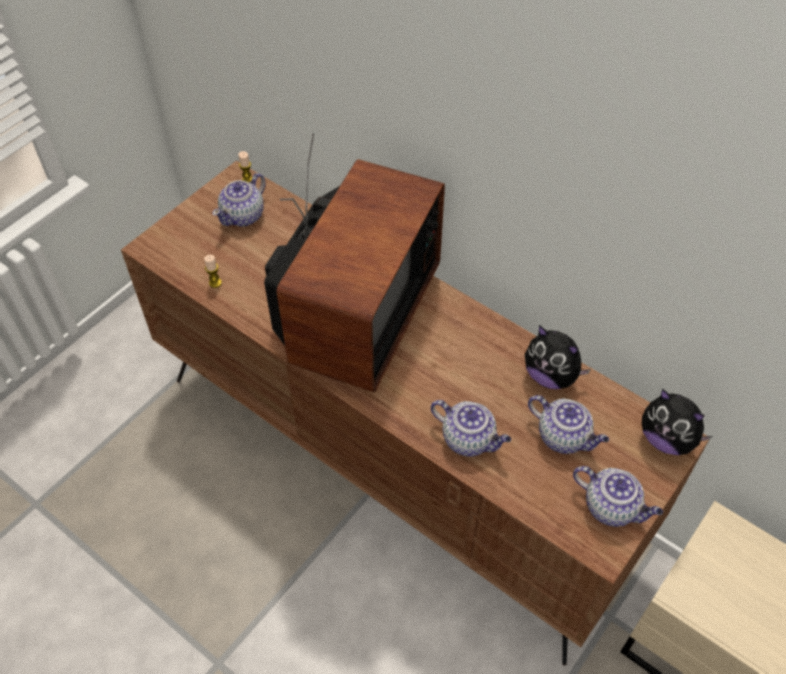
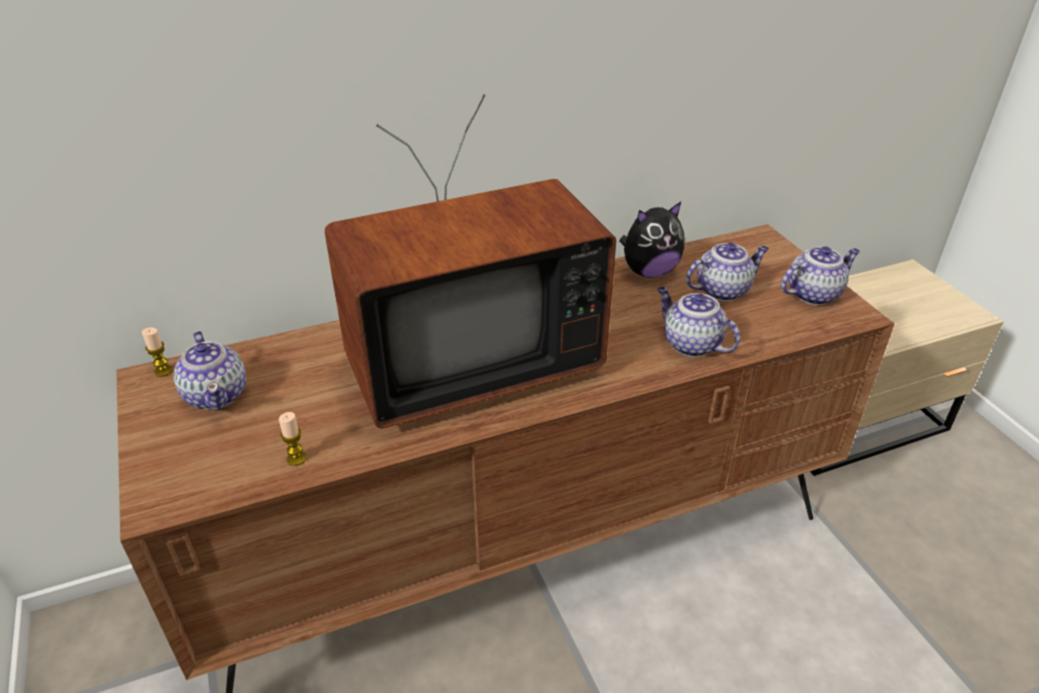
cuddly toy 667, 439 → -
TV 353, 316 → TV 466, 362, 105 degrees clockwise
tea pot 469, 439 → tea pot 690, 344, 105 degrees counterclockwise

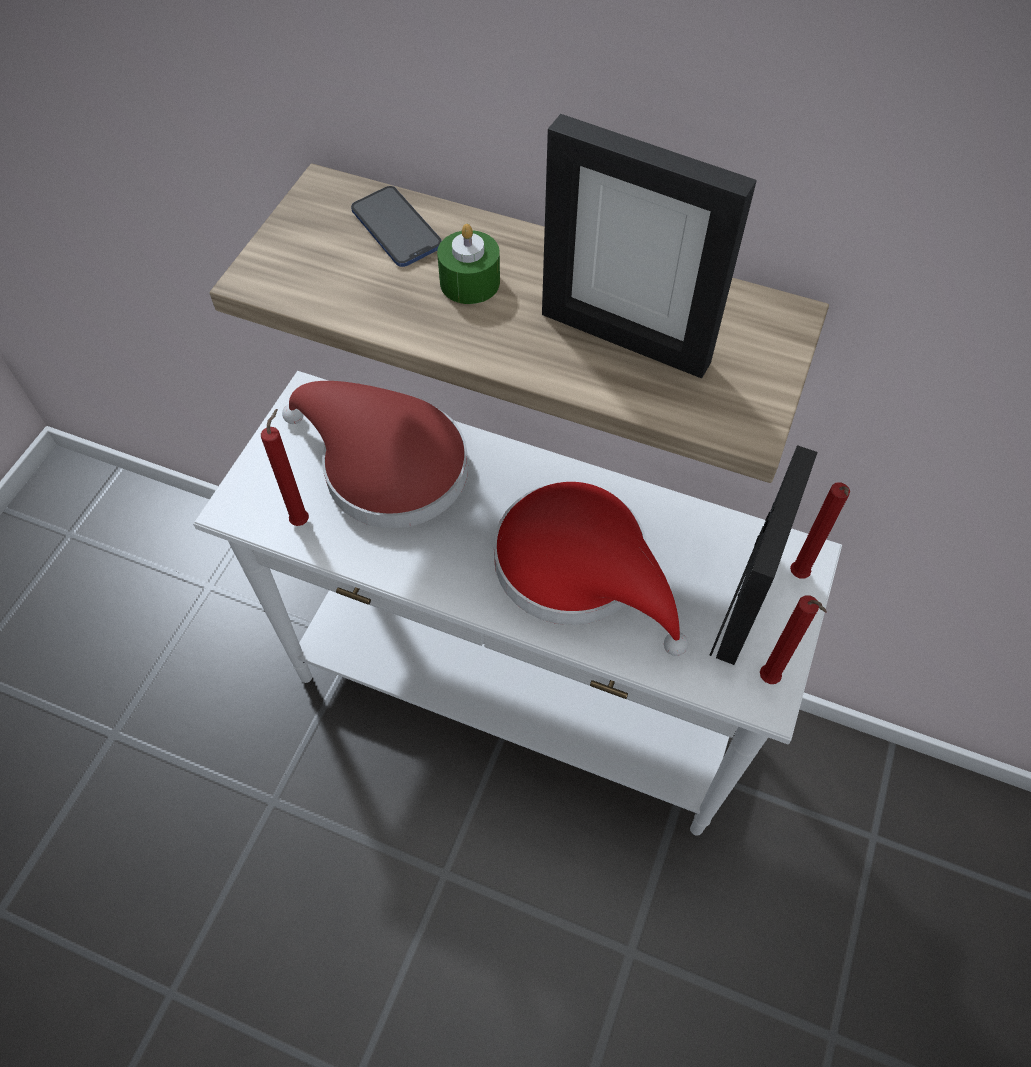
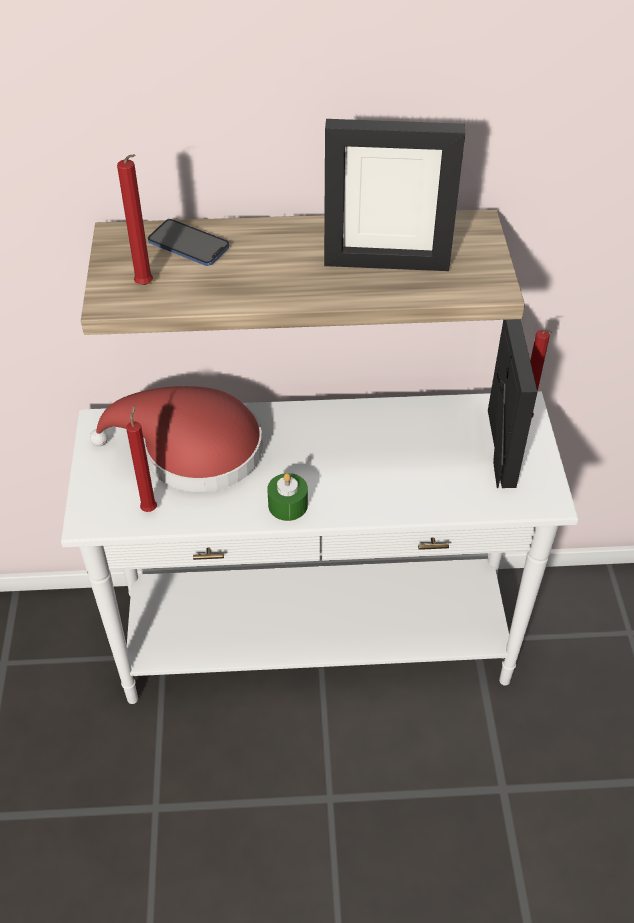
red wearable hat 581, 570 → -
green wax candle 470, 282 → green wax candle 288, 505, moved
red wax candle 770, 681 → red wax candle 146, 286, moved

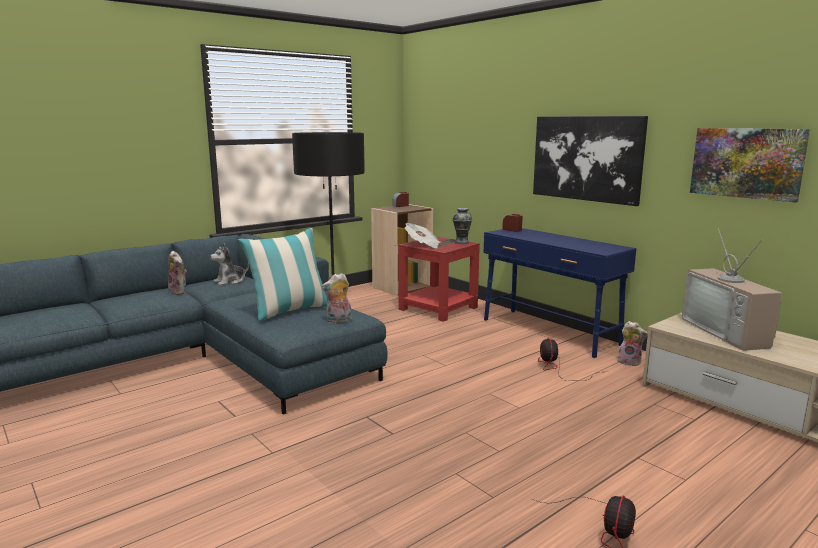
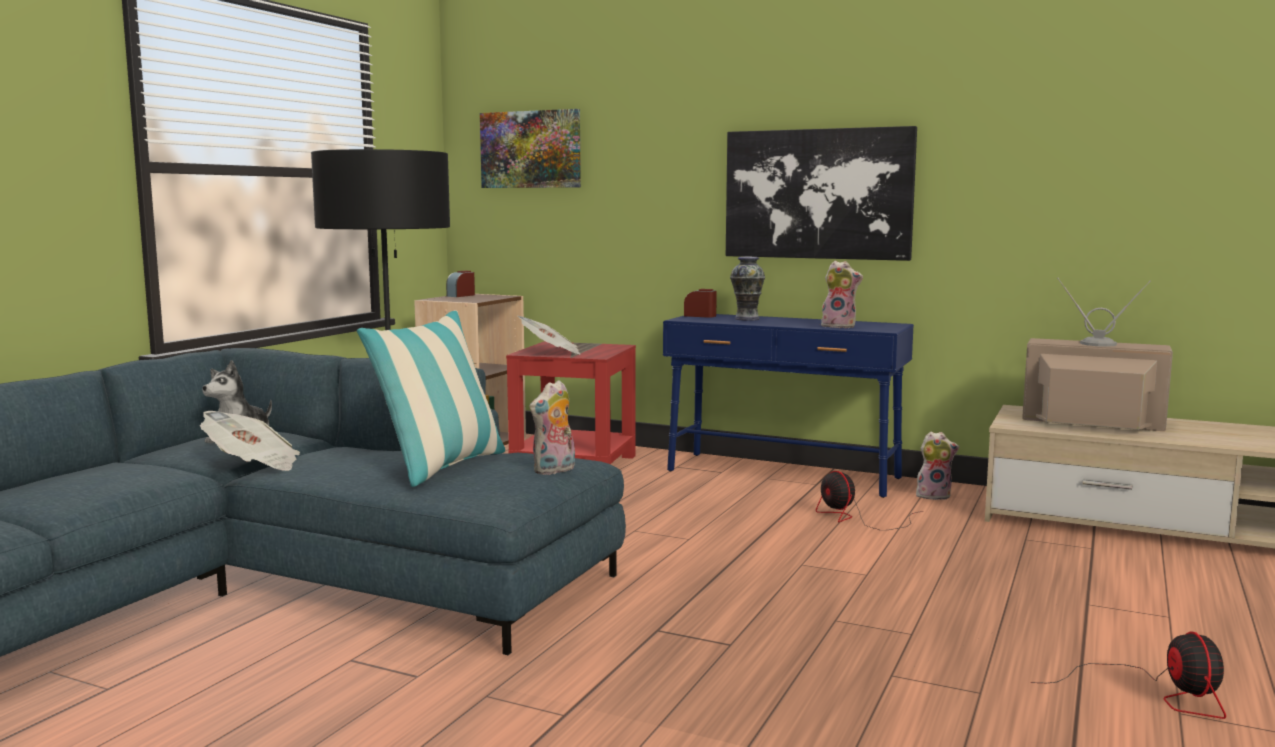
- → newspaper 253, 465
cuddly toy 179, 292 → cuddly toy 839, 326, moved
flower vase 461, 242 → flower vase 747, 319, moved
wall art 746, 163 → wall art 531, 149, moved
TV 730, 332 → TV 1090, 423, 150 degrees clockwise

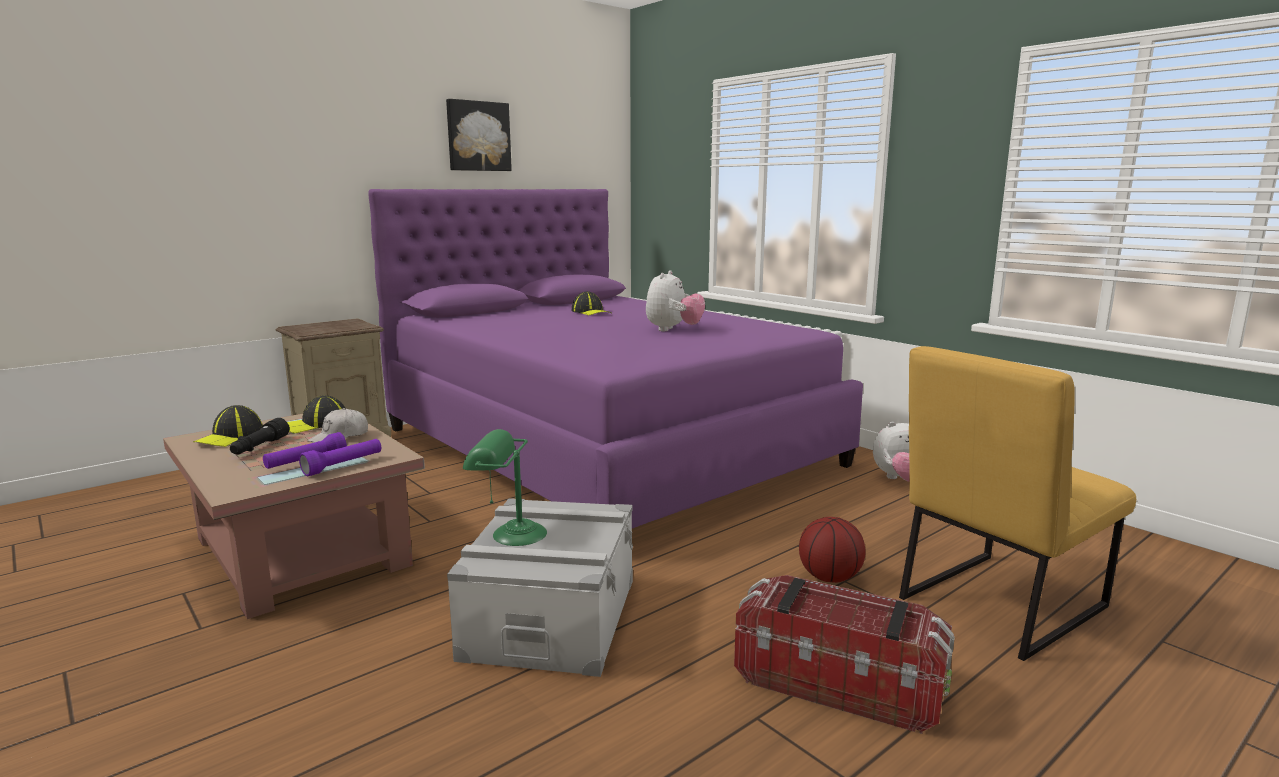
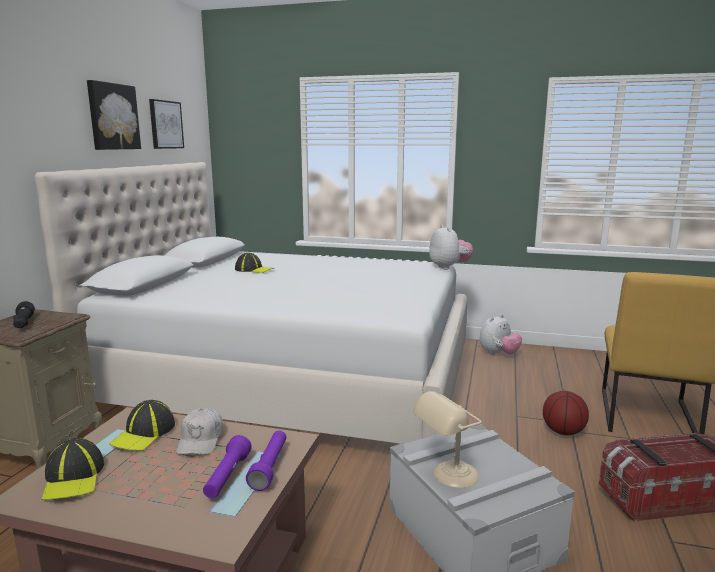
- → wall art 165, 124
black-coloured hand torch 259, 447 → black-coloured hand torch 23, 323, moved
cuddly toy 673, 330 → cuddly toy 449, 267, moved
purple bedroom bed 606, 446 → whitish bedroom bed 291, 378
green lamp for a table 508, 533 → beige-coloured lamp for a table 448, 477

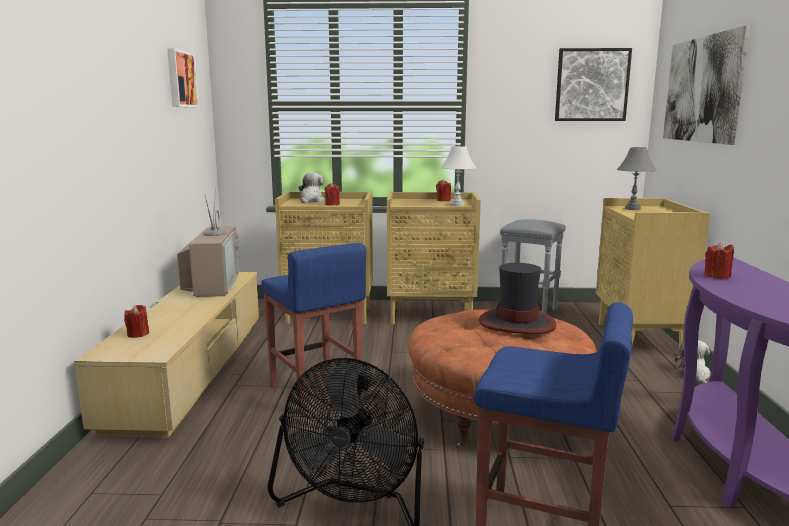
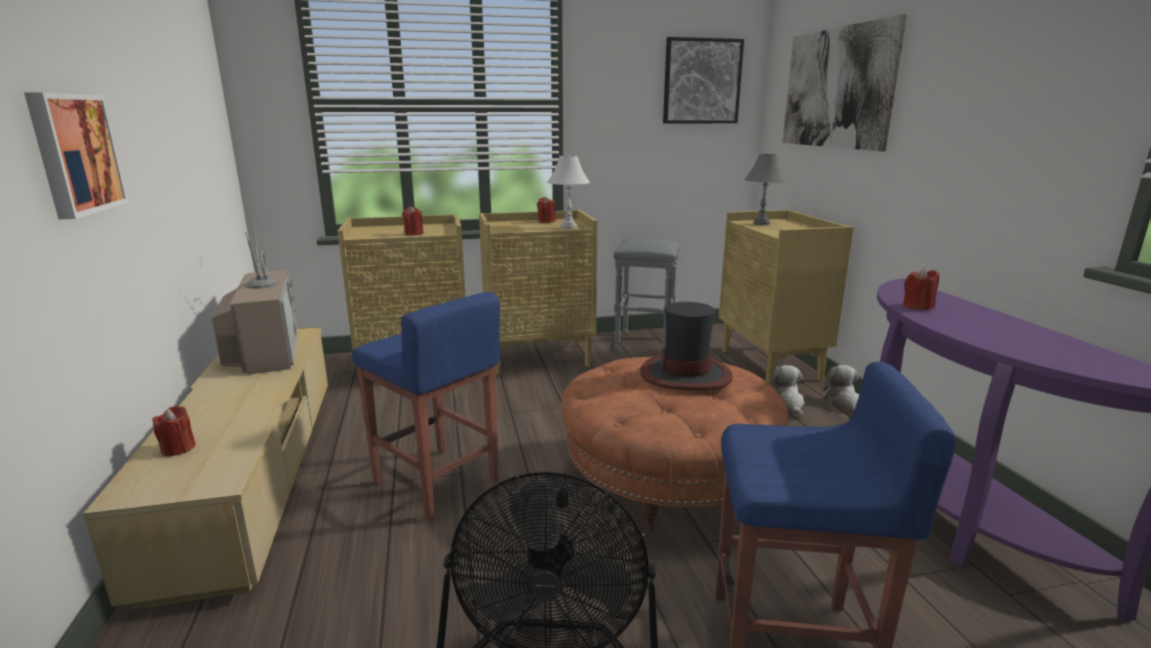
wall art 180, 79 → wall art 74, 154, moved
cuddly toy 311, 201 → cuddly toy 787, 404, moved

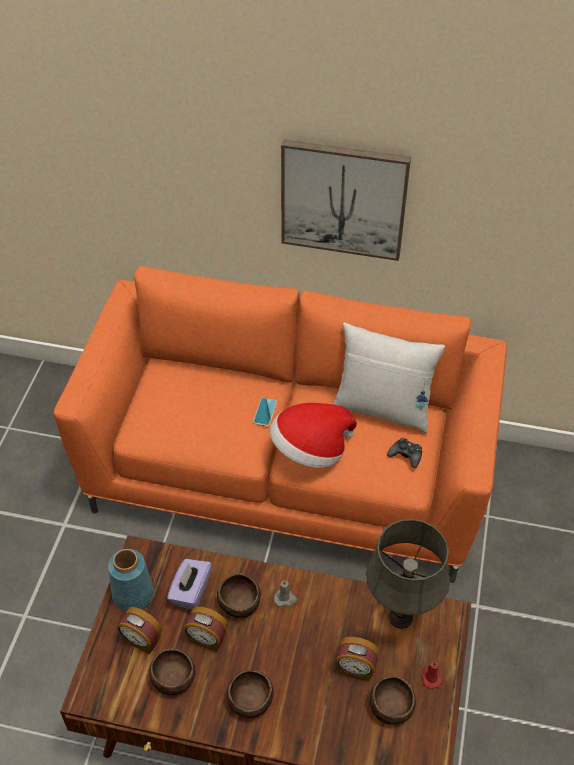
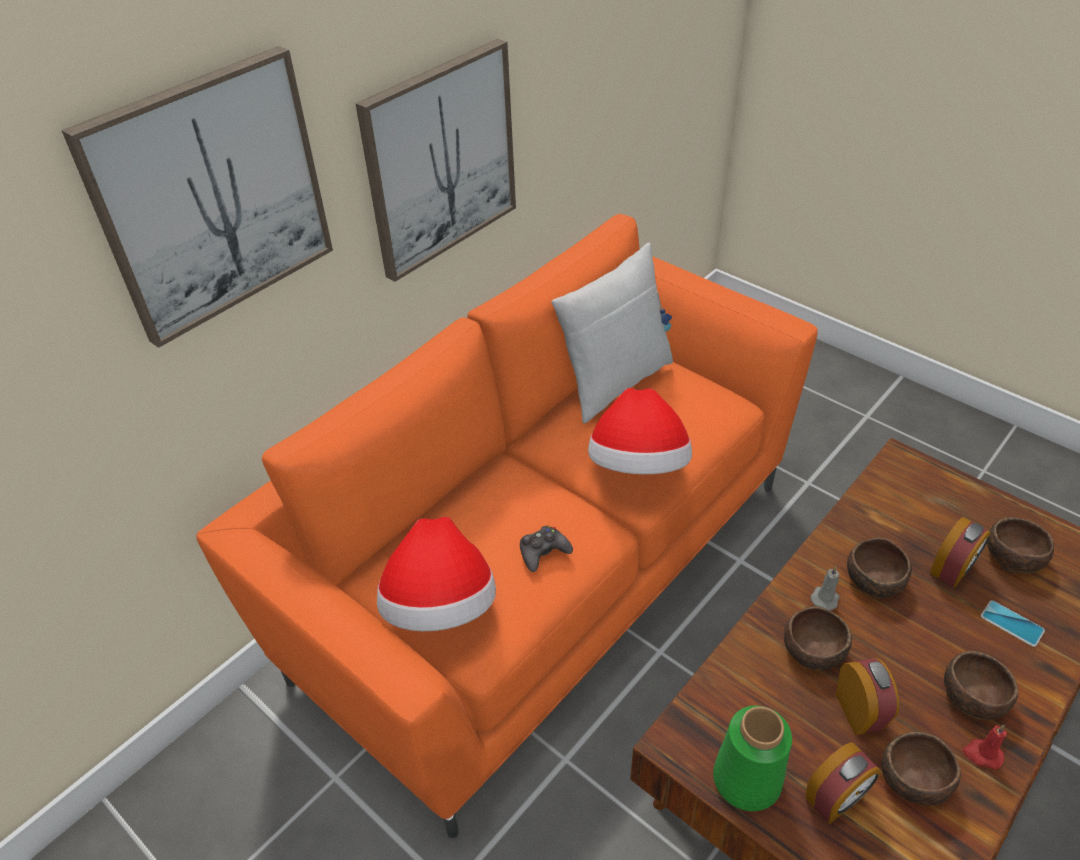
purple tissue box 190, 592 → -
gray lamp for a table 400, 616 → -
- → wall art 212, 196
- → wearable hat 440, 606
- → brown deep dish 874, 581
telephone 265, 412 → telephone 1012, 623, moved
black-coloured joypad 406, 455 → black-coloured joypad 543, 552, moved
red wax candle 430, 677 → red wax candle 982, 754, moved
blue flower vase 133, 593 → green flower vase 745, 779
table clock 207, 639 → table clock 860, 711, 60 degrees counterclockwise

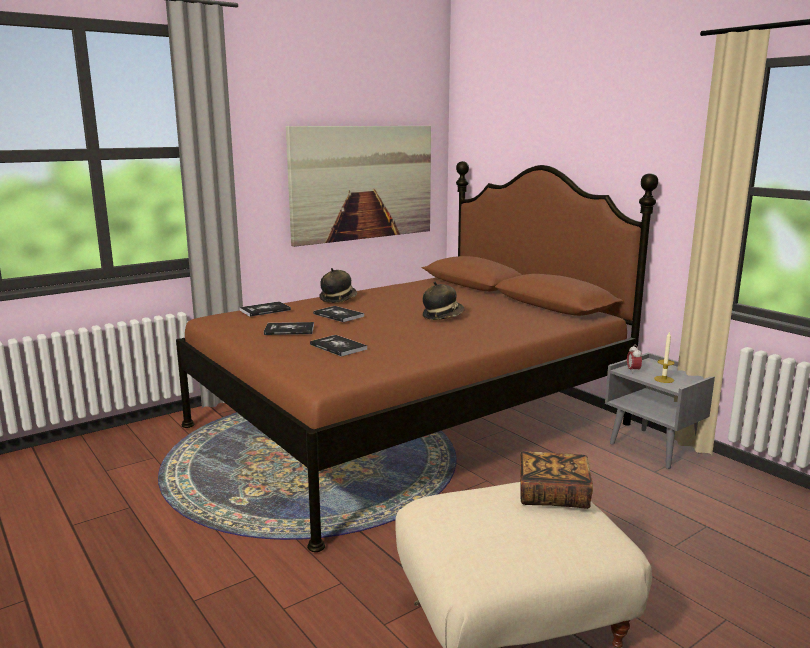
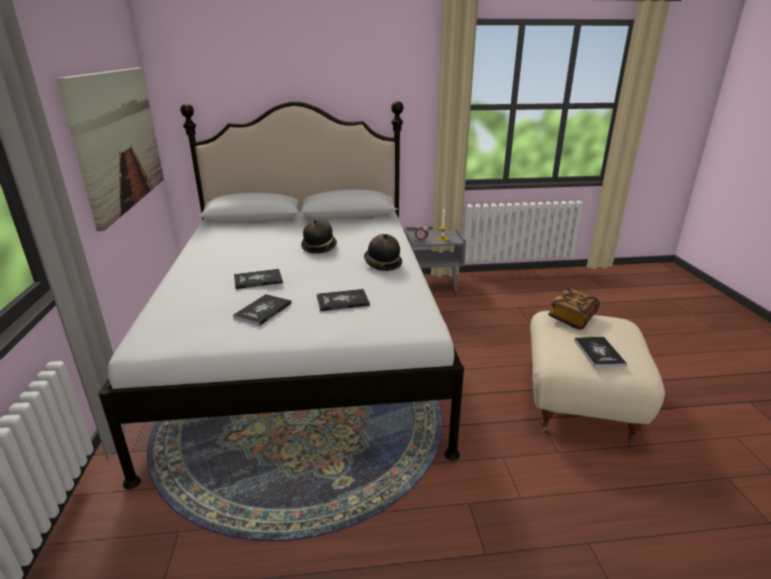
book 265, 310 → book 599, 353, moved
wearable hat 338, 299 → wearable hat 382, 264, moved
brown bedroom bed 408, 425 → whitish bedroom bed 304, 350

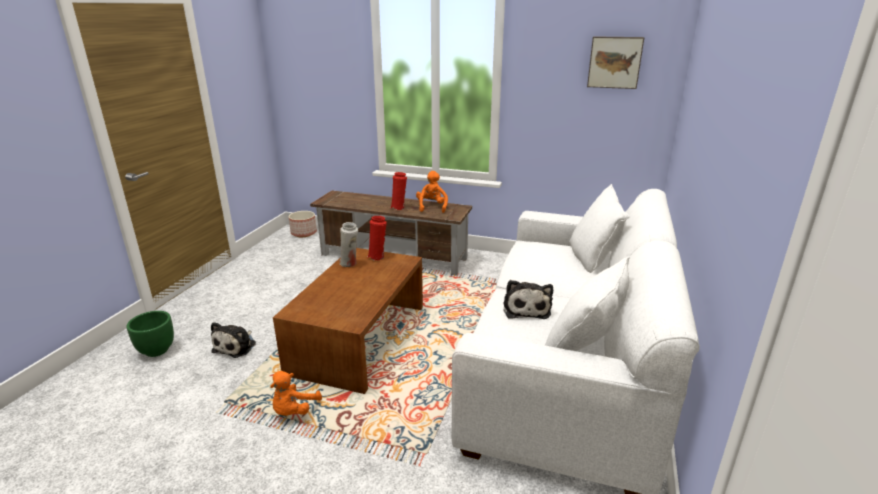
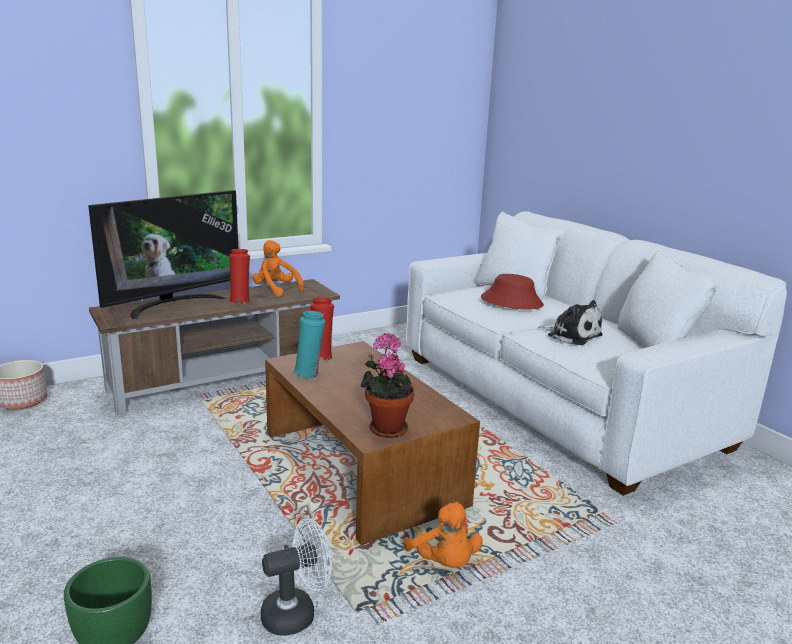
cuddly toy 236, 346 → -
wall art 614, 62 → -
- → TV 172, 304
- → whitish fan 297, 613
- → houseplant 386, 427
- → red wearable hat 511, 301
whitish flower vase 350, 264 → turquoise-coloured flower vase 309, 373

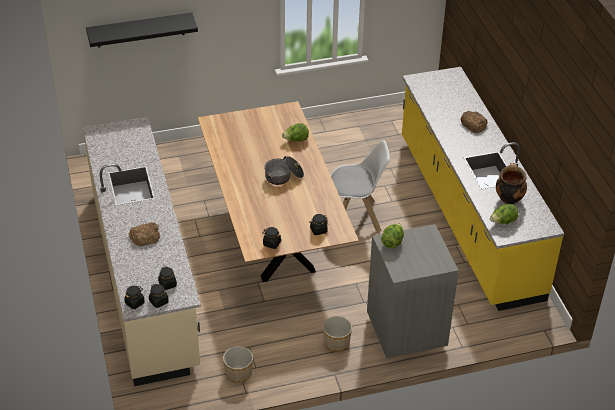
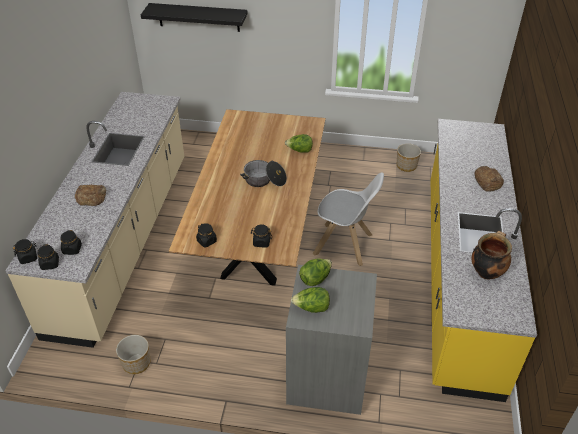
planter 337, 343 → planter 406, 166, moved
lettuce 503, 222 → lettuce 311, 308, moved

